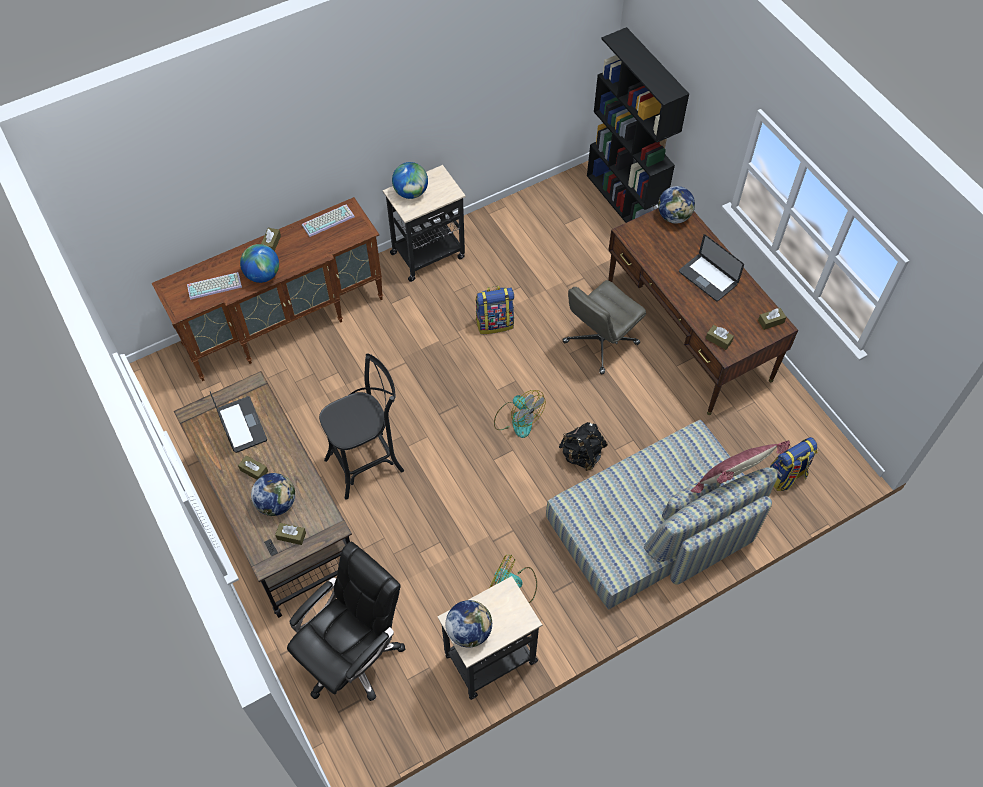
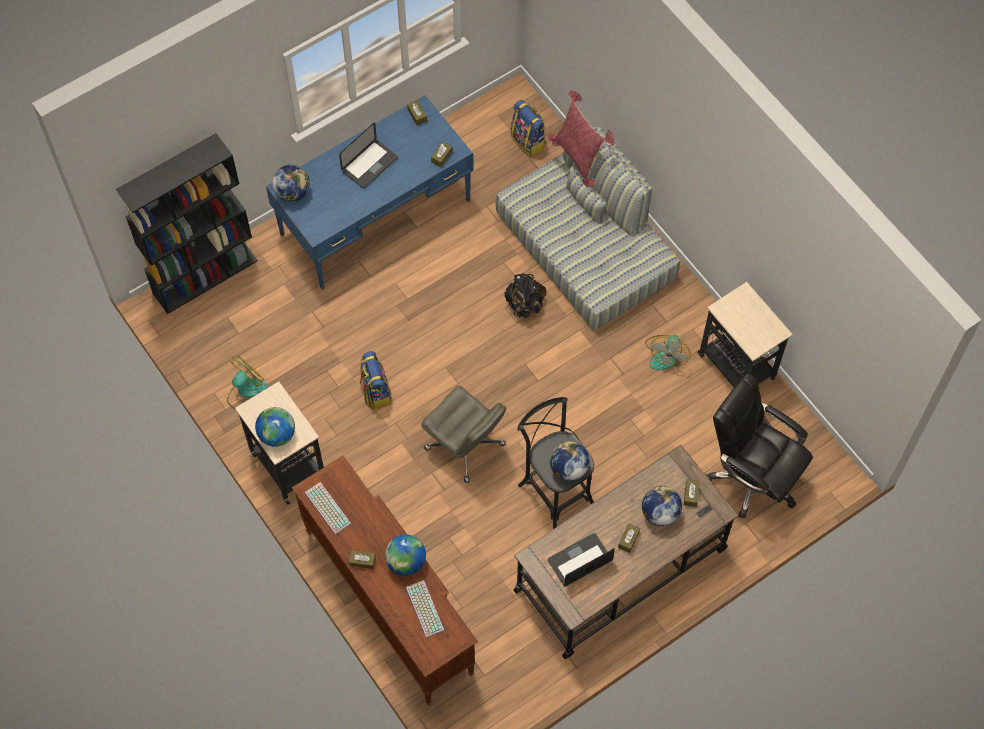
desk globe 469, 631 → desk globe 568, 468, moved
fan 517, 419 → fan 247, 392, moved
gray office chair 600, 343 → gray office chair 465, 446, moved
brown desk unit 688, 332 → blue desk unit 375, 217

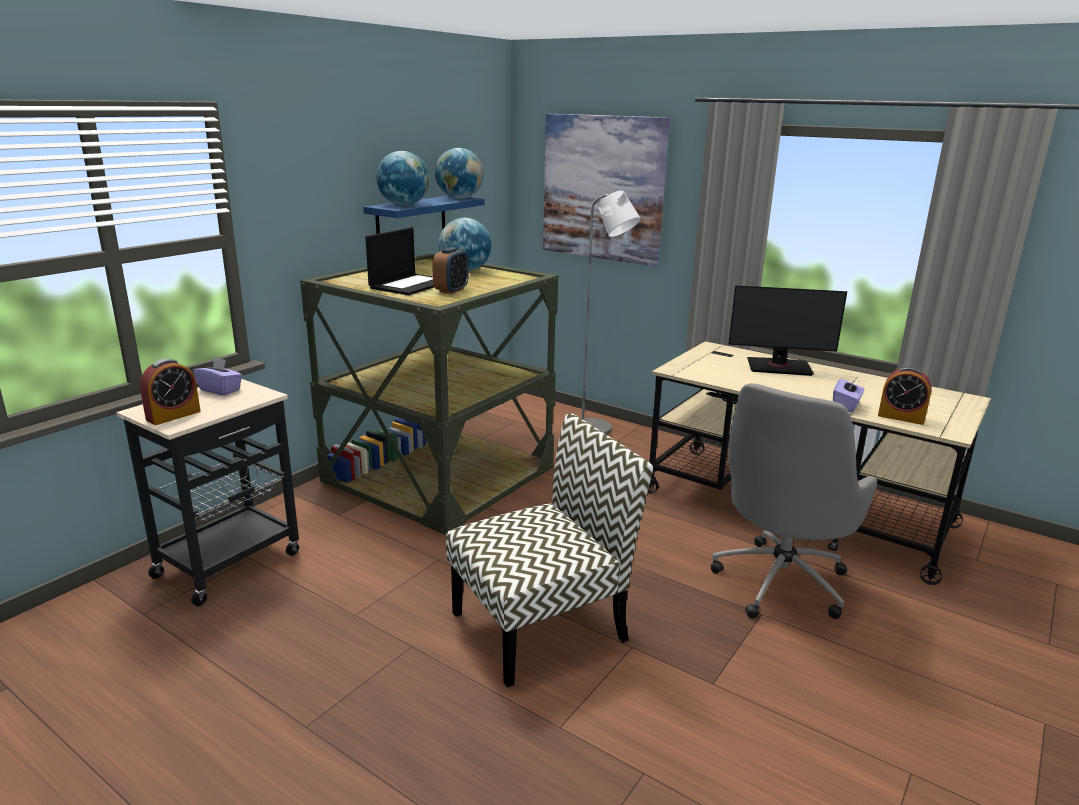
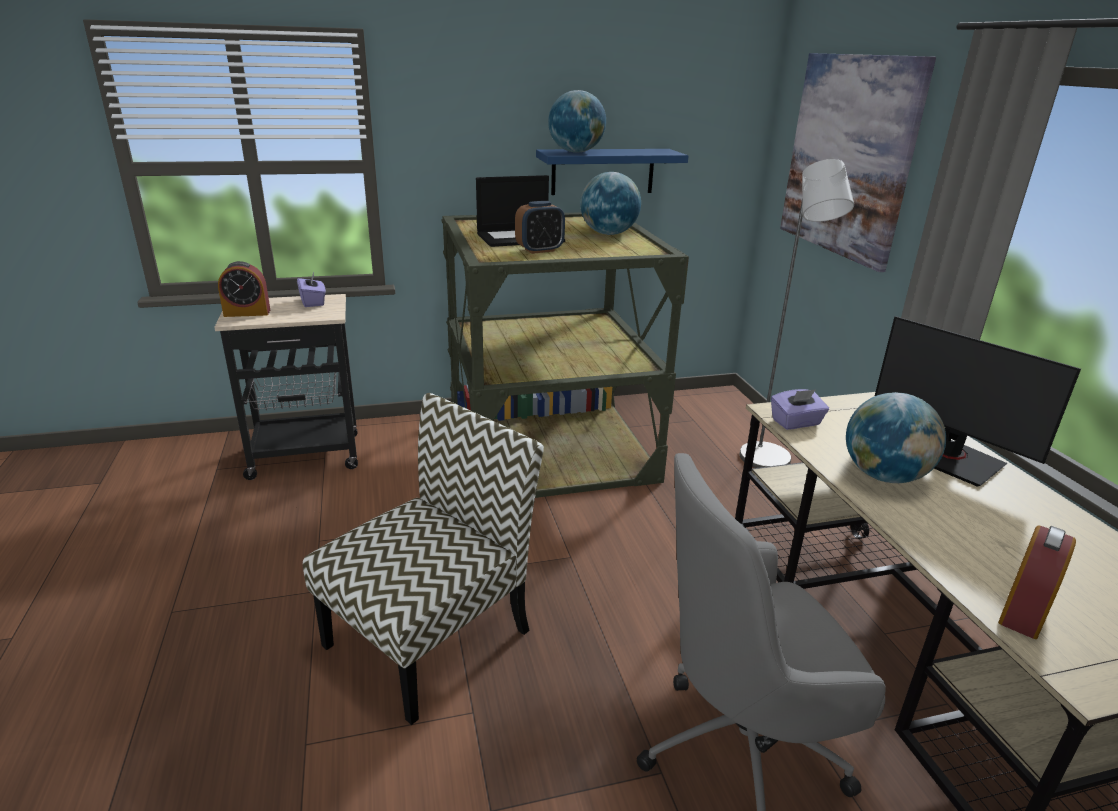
desk globe 459, 198 → desk globe 884, 476, moved
purple tissue box 846, 406 → purple tissue box 796, 423, moved
plain chair 541, 625 → plain chair 430, 635, 60 degrees counterclockwise
table clock 901, 417 → table clock 1024, 610, 120 degrees counterclockwise

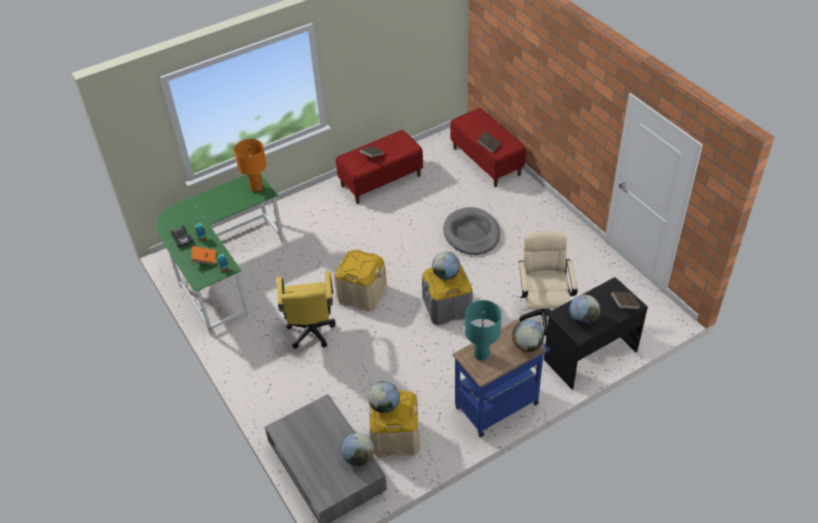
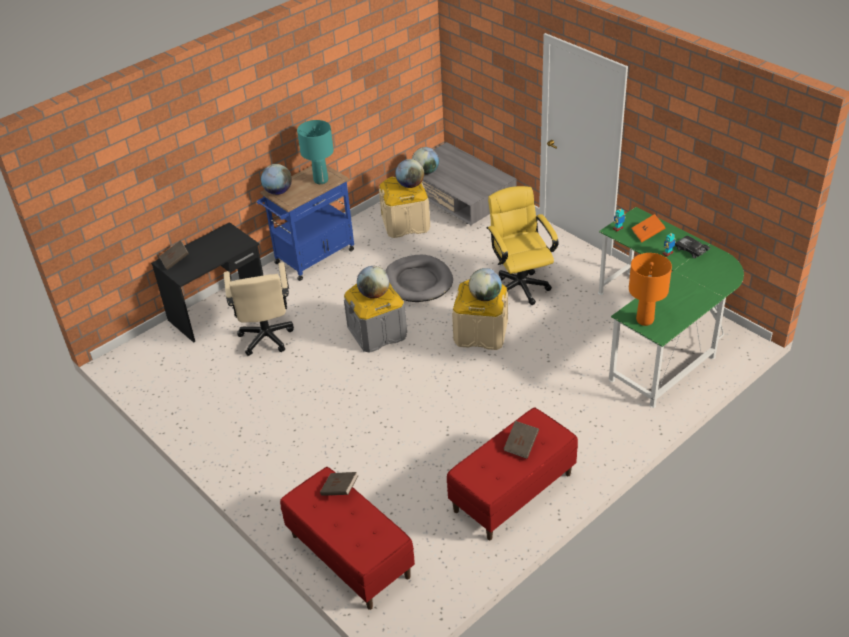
gray pet bed 471, 233 → gray pet bed 418, 281, moved
desk globe 582, 319 → desk globe 485, 297, moved

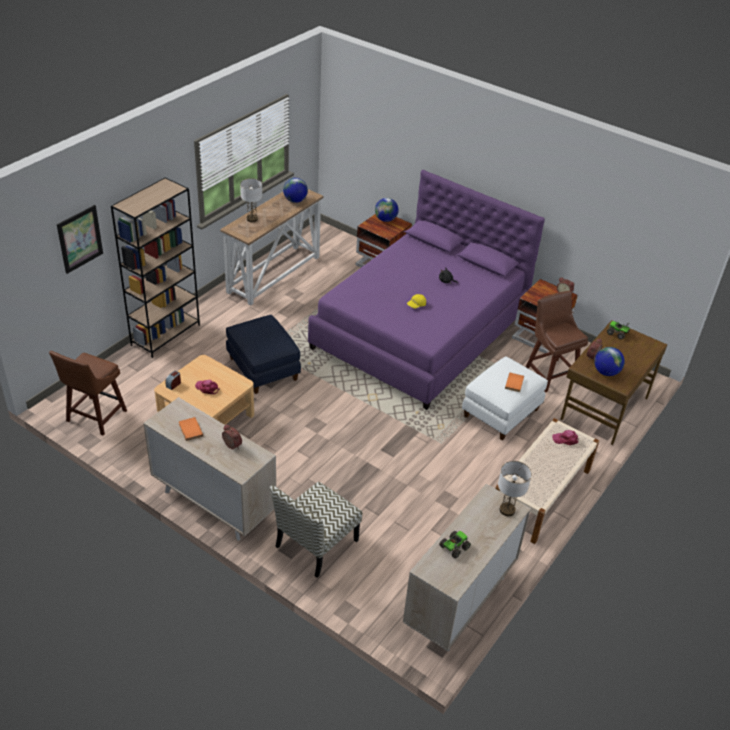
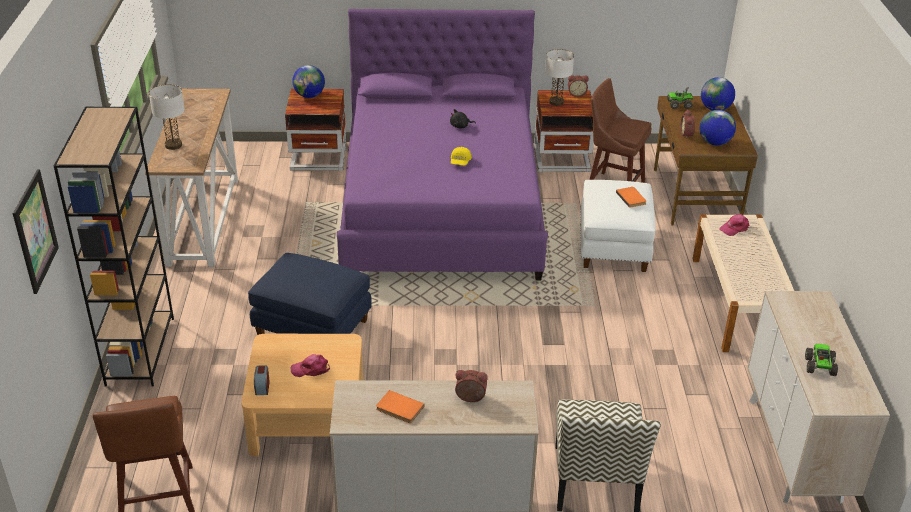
desk globe 295, 200 → desk globe 715, 109, moved
lamp for a table 507, 510 → lamp for a table 556, 102, moved

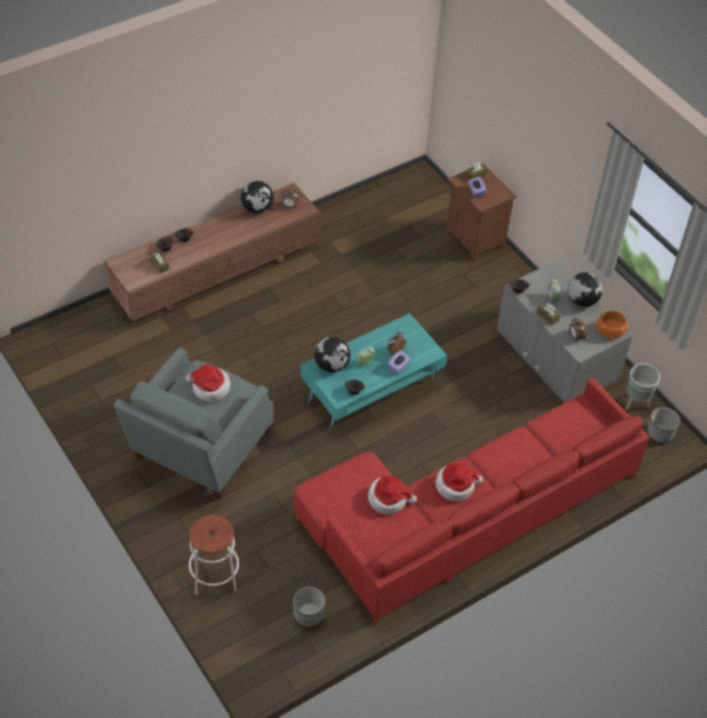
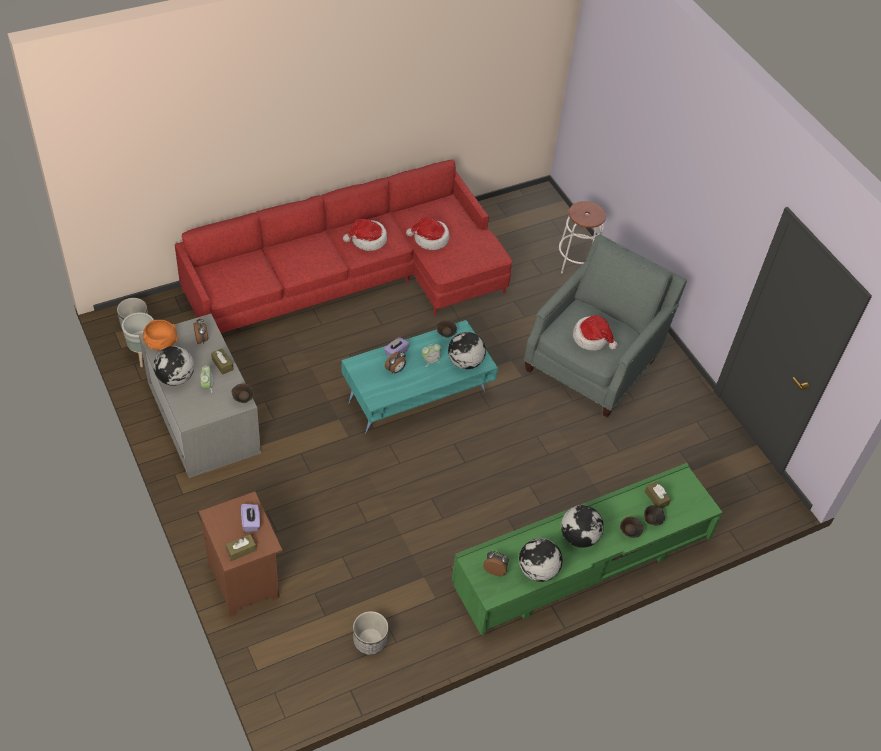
- → desk globe 579, 537
planter 309, 614 → planter 369, 641, moved
brown tv unit 216, 271 → green tv unit 581, 567

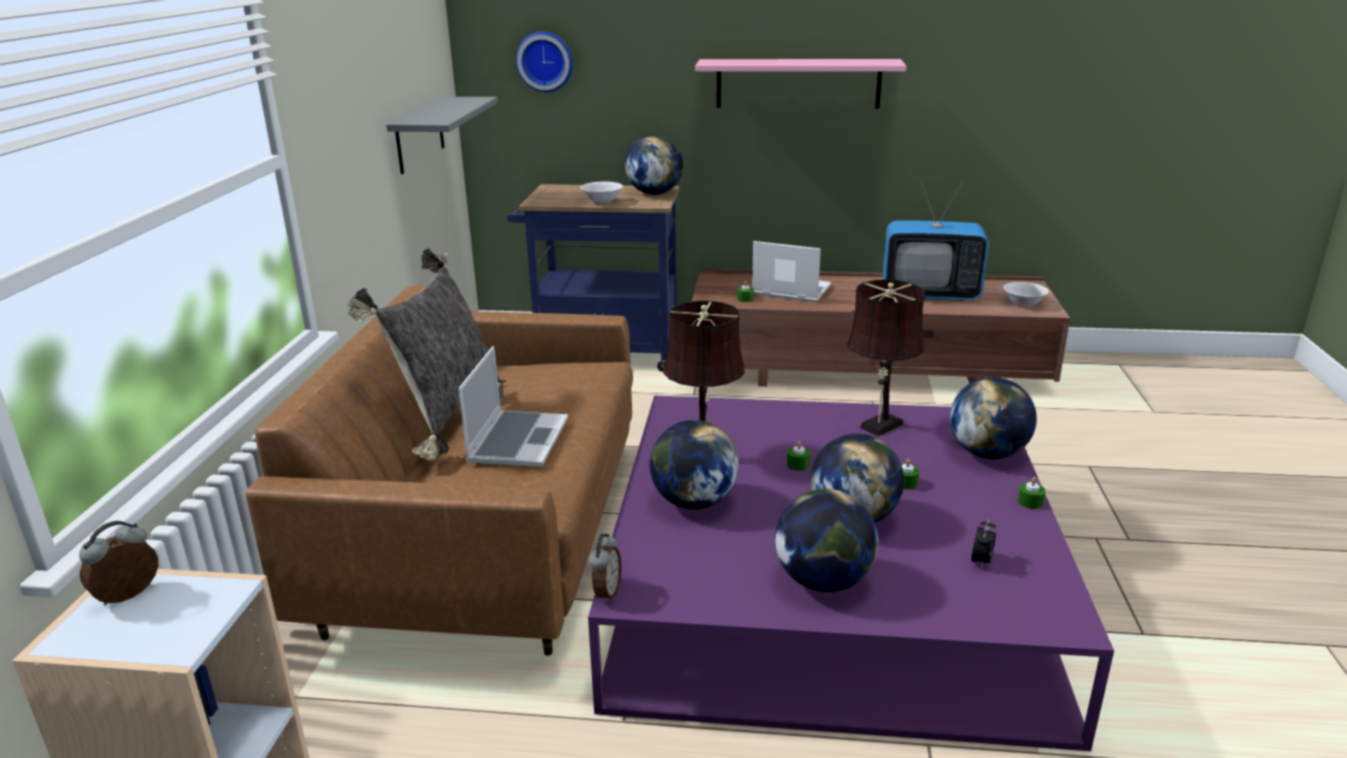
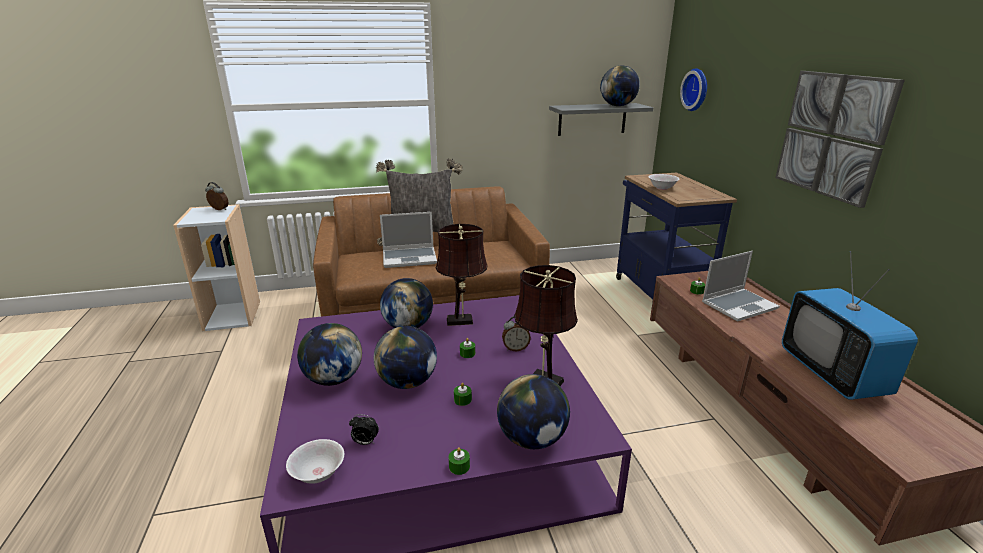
table clock 606, 592 → table clock 515, 348, moved
desk globe 654, 193 → desk globe 618, 106, moved
whitish deep dish 1023, 304 → whitish deep dish 318, 474, moved
pink-coloured wall shelf 798, 83 → wall art 833, 135
notebook computer 790, 290 → notebook computer 739, 305, 60 degrees clockwise

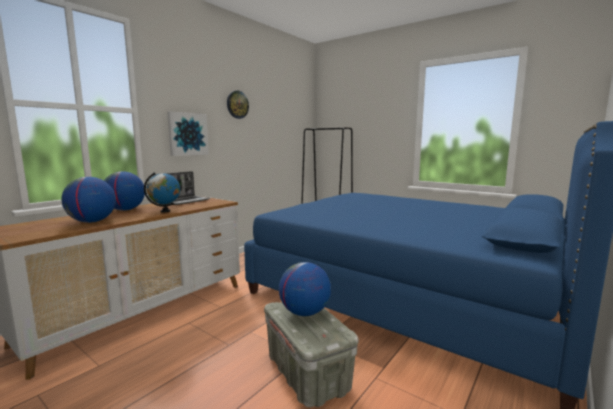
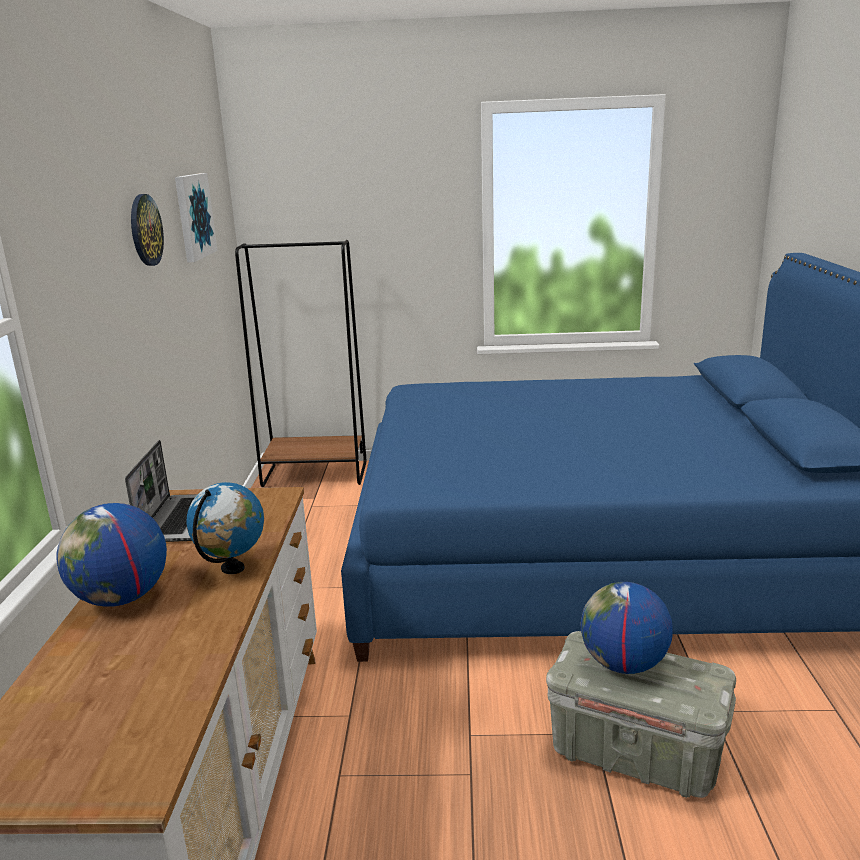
desk globe 92, 222 → -
wall art 188, 134 → wall art 193, 216, moved

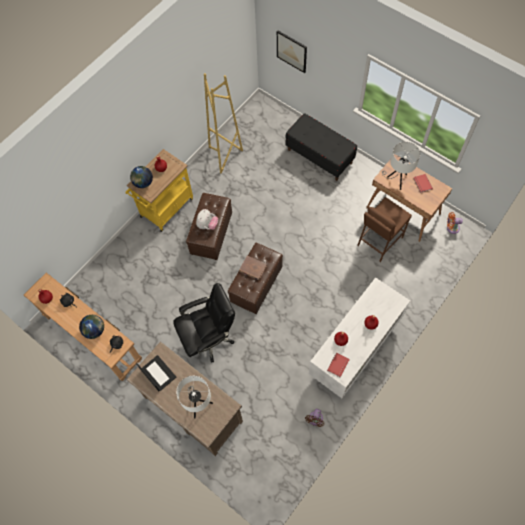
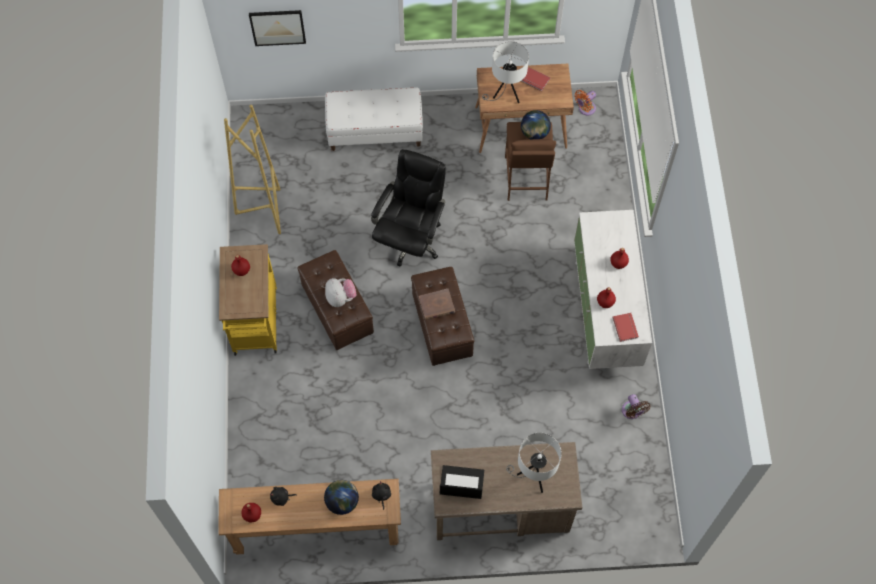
desk globe 143, 183 → desk globe 534, 133, moved
black-coloured office chair 208, 339 → black-coloured office chair 411, 240, moved
black-coloured long seat 320, 156 → whitish long seat 375, 131

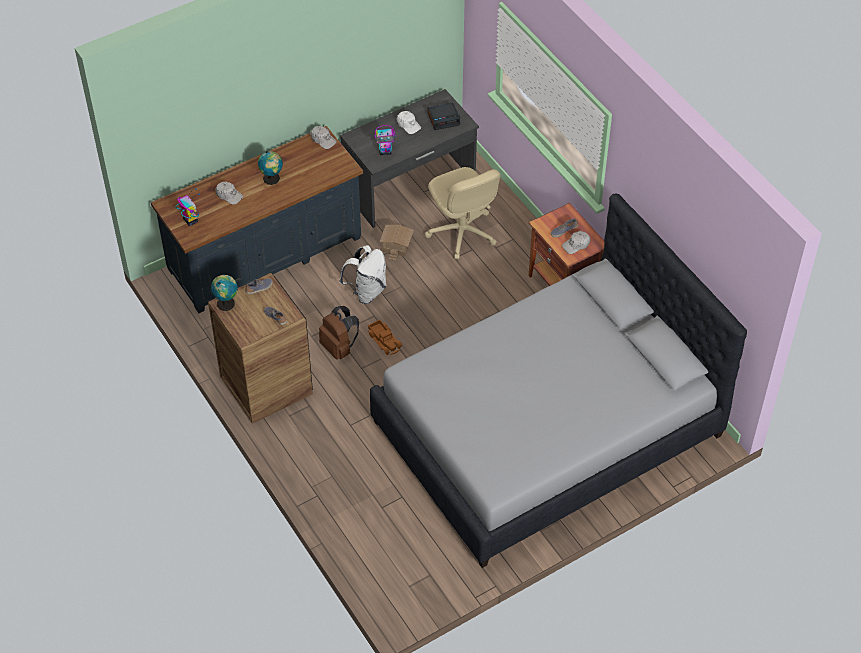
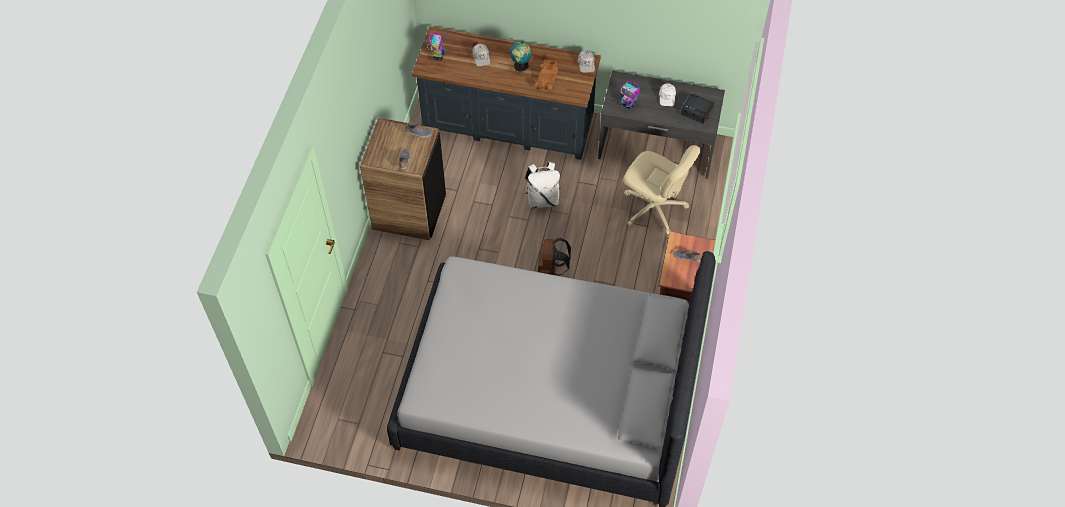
desk globe 226, 303 → -
model house 397, 246 → -
whitish peaked cap 576, 245 → -
brown knapsack 339, 347 → brown knapsack 551, 270, moved
model truck 385, 340 → model truck 547, 79, moved
beige-coloured office chair 462, 232 → beige-coloured office chair 654, 208, 75 degrees counterclockwise

